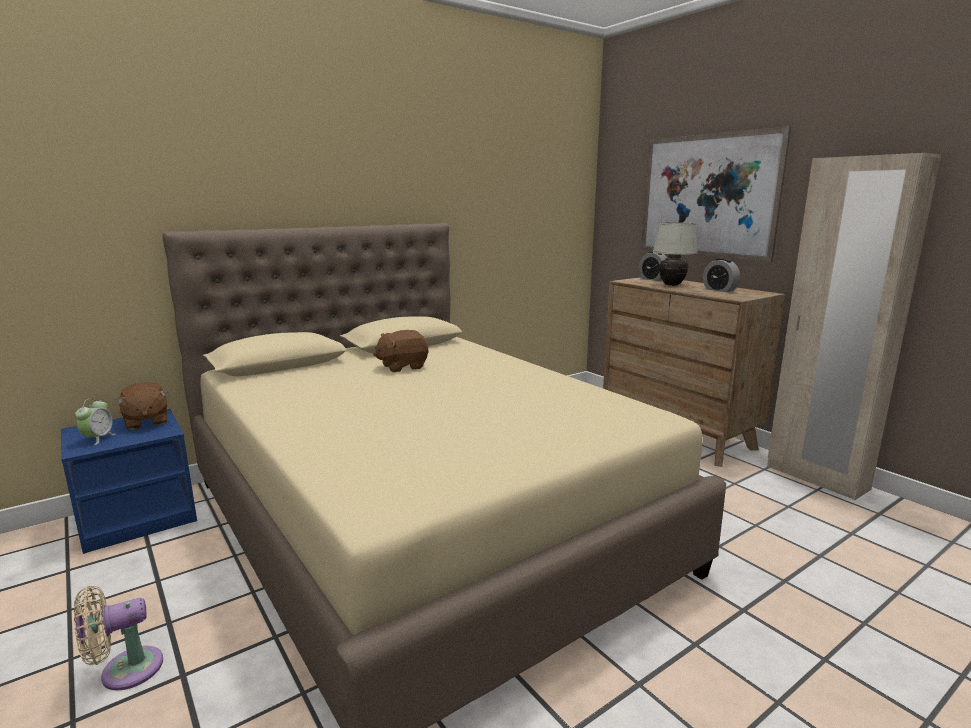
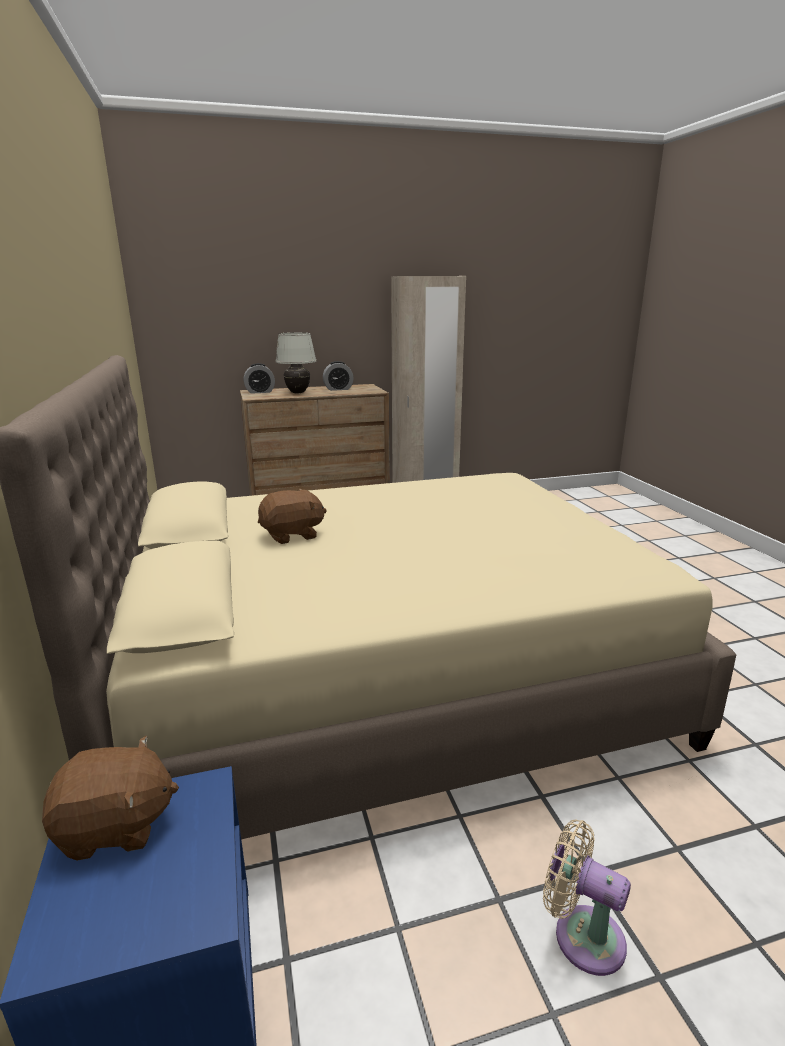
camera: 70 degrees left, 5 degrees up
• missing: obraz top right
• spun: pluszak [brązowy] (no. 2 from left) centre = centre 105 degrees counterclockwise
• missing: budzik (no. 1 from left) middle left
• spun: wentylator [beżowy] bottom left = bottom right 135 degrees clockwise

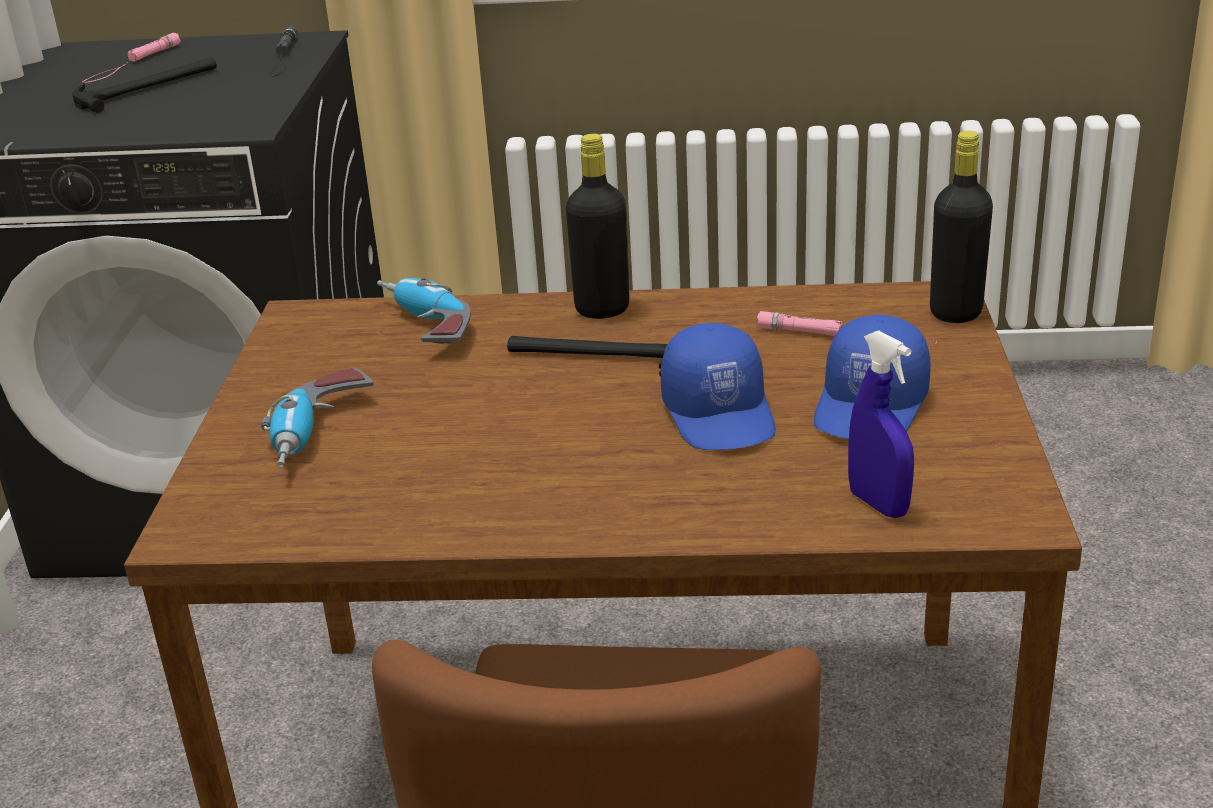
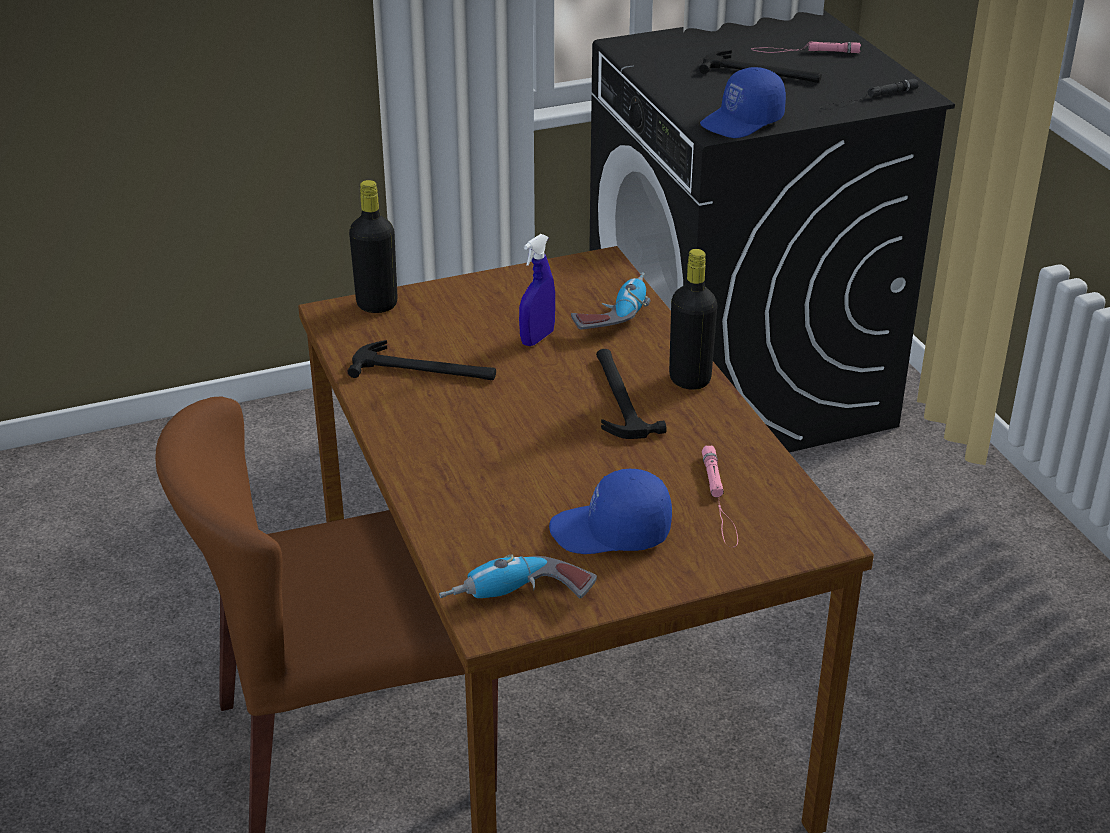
camera: 65 degrees right, 5 degrees up
• relocated: butelka [czarny] (no. 2 from left in the first image) top right to butelka [czarny] (no. 1 from left) top centre
• relocated: czapka z daszkiem [niebieski] (no. 1 from left in the first image) centre to czapka z daszkiem [niebieski] (no. 2 from left) top right
• relocated: spryskiwacz [niebieski] middle right to centre
• relocated: wiertarka (no. 1 from left) middle left to bottom centre
• appeared: młotek (no. 1 from left) centre

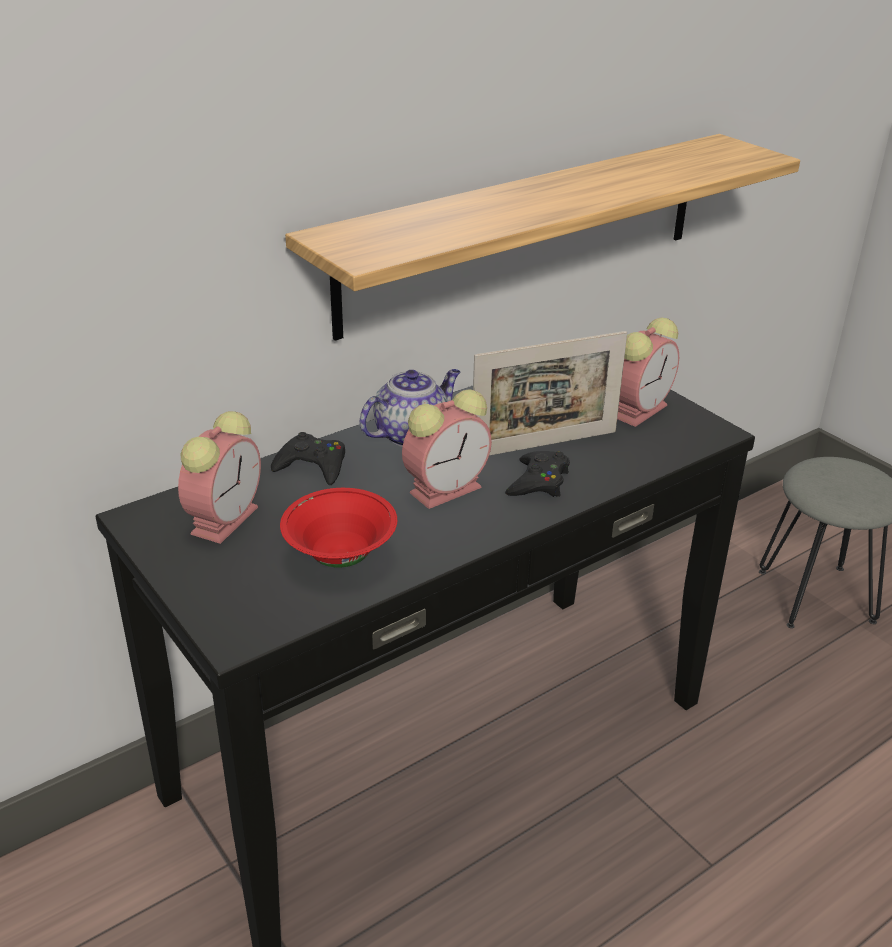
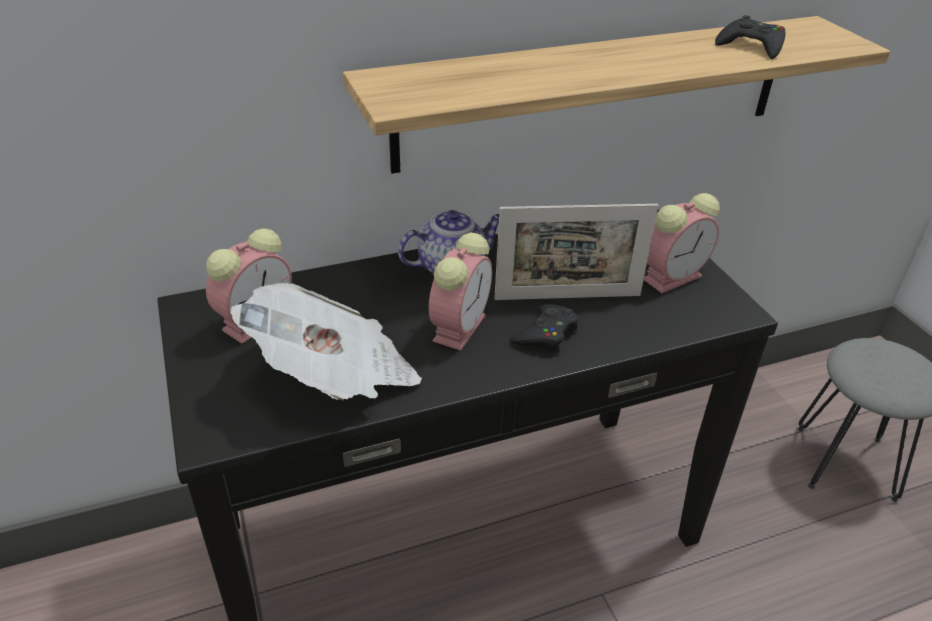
camera: 15 degrees right, 5 degrees up
• spun: budzik (no. 2 from left) centre = centre 45 degrees counterclockwise
• relocated: pad do gier [czarny] (no. 1 from left in the first image) centre to pad do gier [czarny] (no. 2 from left) top right
• exchanged: miska [czerwony] centre to gazeta centre

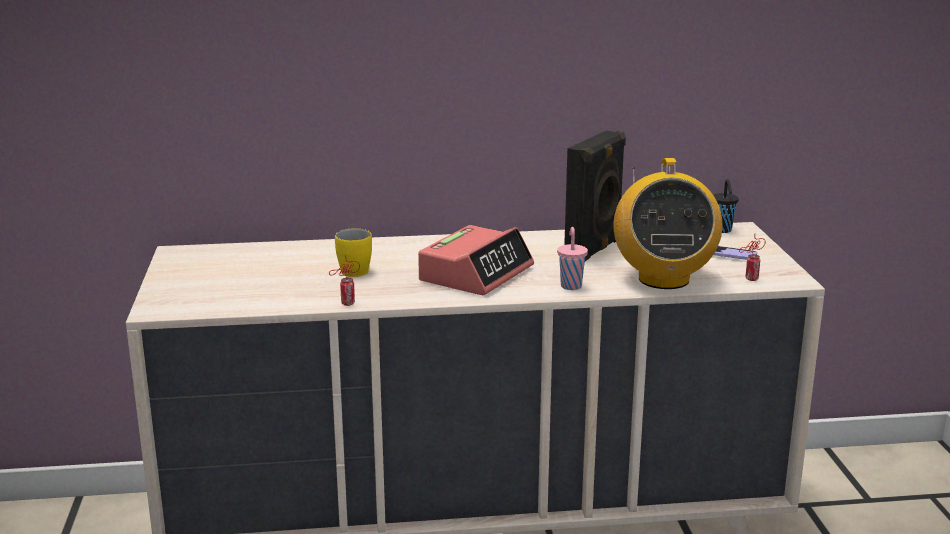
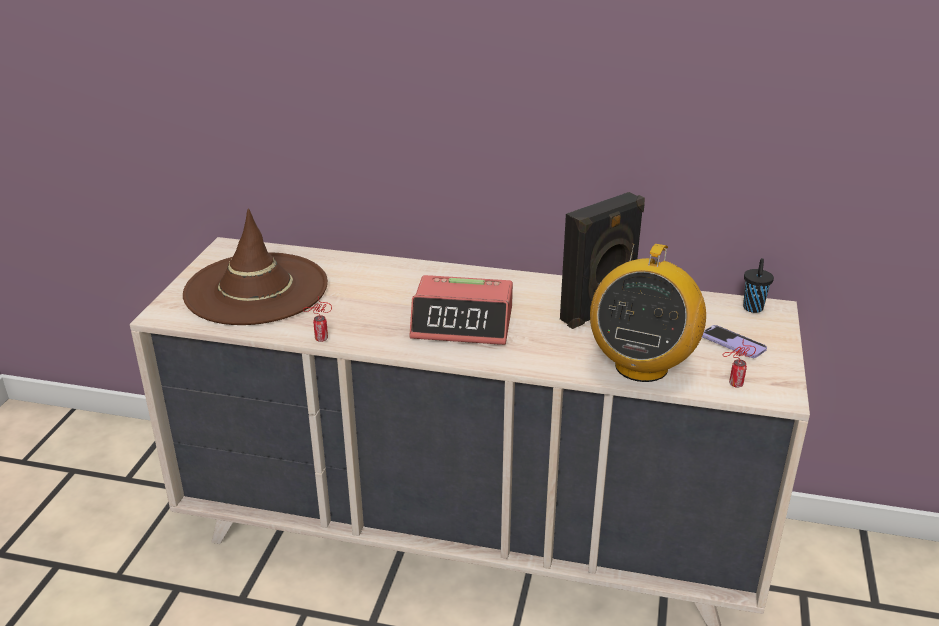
camera: 20 degrees right, 10 degrees up
• spun: budzik centre = centre 45 degrees clockwise
• missing: filiżanka [różowy] centre
• missing: kubek [żółty] centre
• appeared: kapelusz [brązowy] middle left

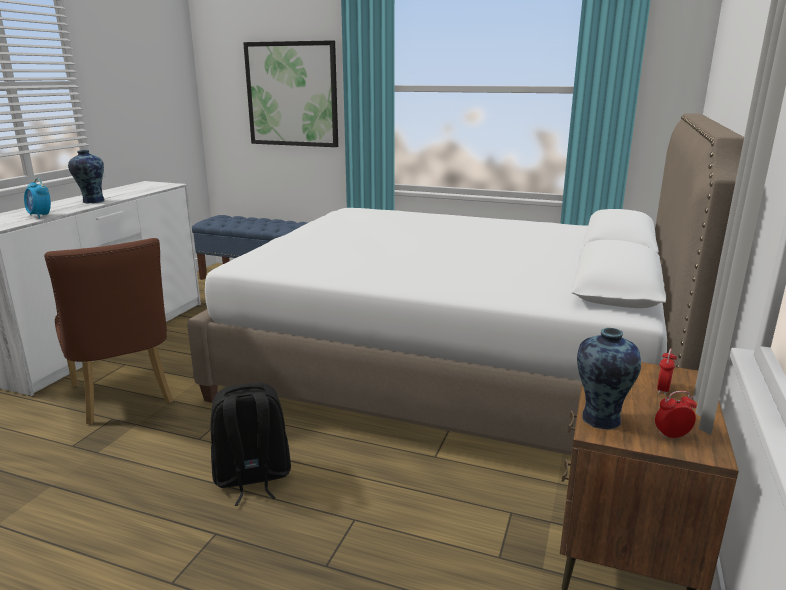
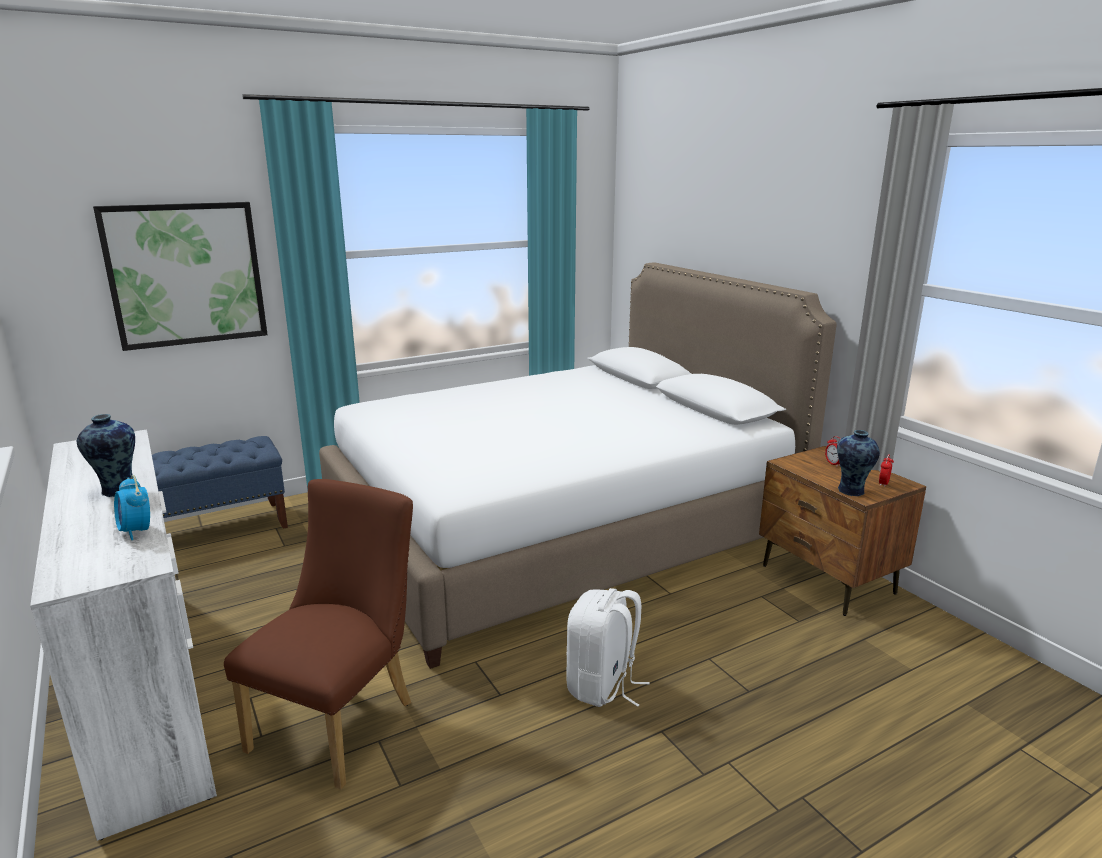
camera: 50 degrees left, 0 degrees up
• spun: budzik (no. 1 from left) middle left = middle left 60 degrees clockwise
• spun: krzesło [brązowy] middle left = bottom left 75 degrees counterclockwise
• colour: plecak [czarny] bottom left to plecak [biały] bottom centre

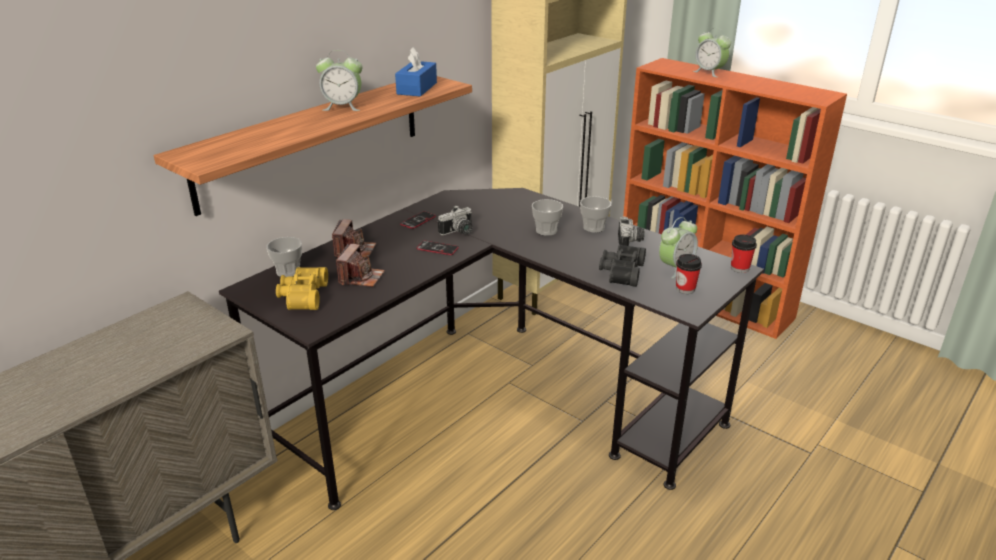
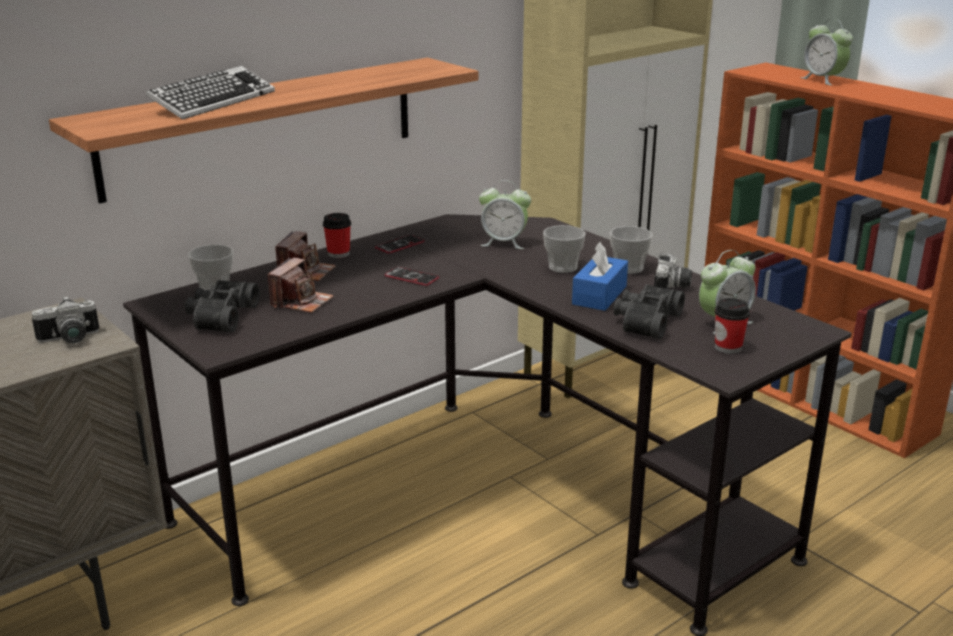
camera: 10 degrees right, 5 degrees down
• relocated: pudełko chusteczek [niebieski] top centre to centre
• relocated: budzik (no. 1 from left) top centre to centre
• relocated: aparat fotograficzny (no. 3 from left in the first image) centre to aparat fotograficzny (no. 1 from left) middle left
• relocated: filiżanka (no. 5 from left in the first image) middle right to filiżanka (no. 2 from left) centre
• colour: lornetka [żółty] middle left to lornetka [czarny] (no. 1 from left) middle left
• appeared: klawiatura top left

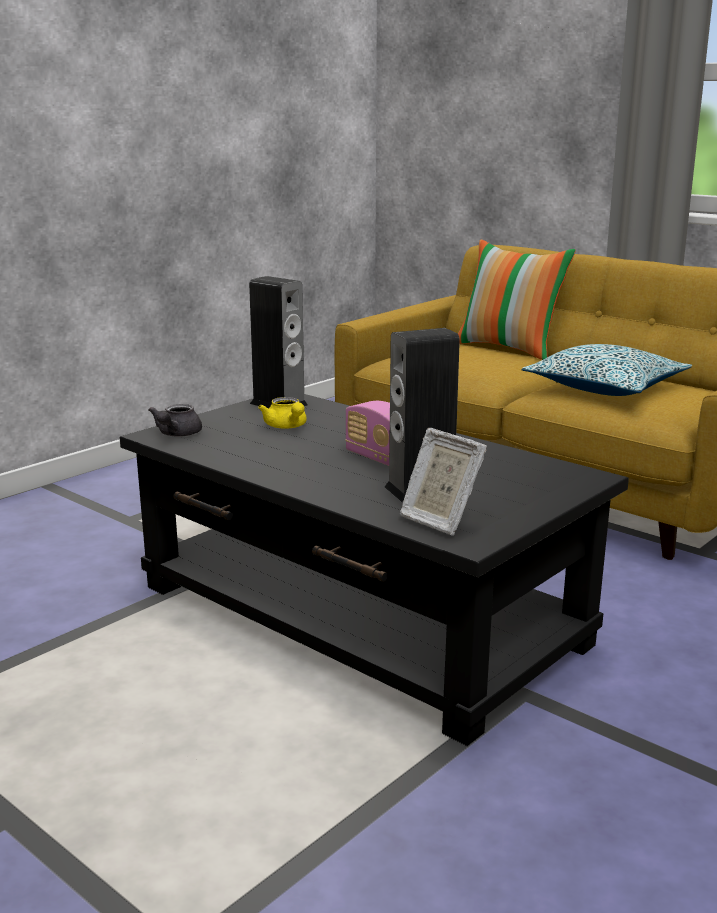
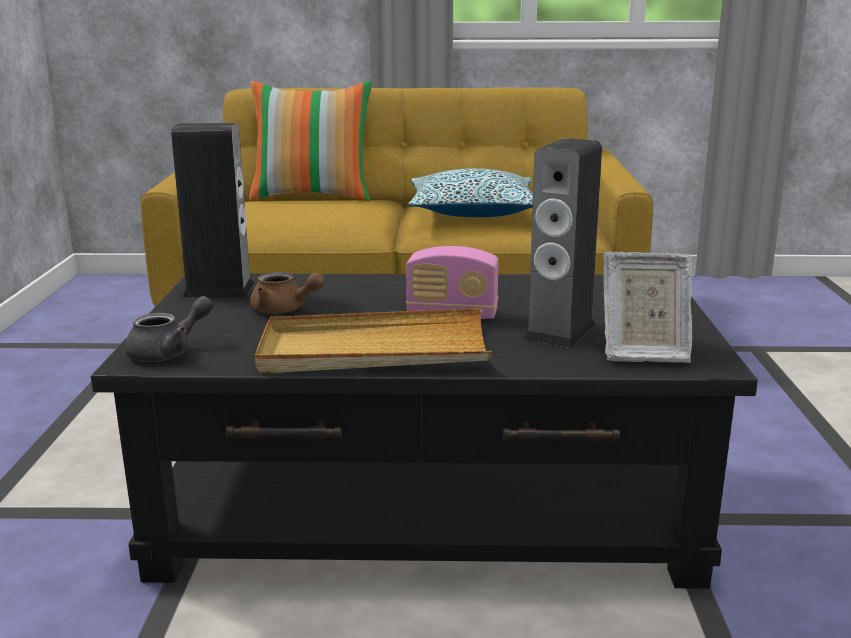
camera: 40 degrees left, 0 degrees up
• colour: imbryk [żółty] centre to imbryk [brązowy] centre
• spun: imbryk [szary] middle left = middle left 105 degrees counterclockwise
• appeared: taca [beżowy] centre

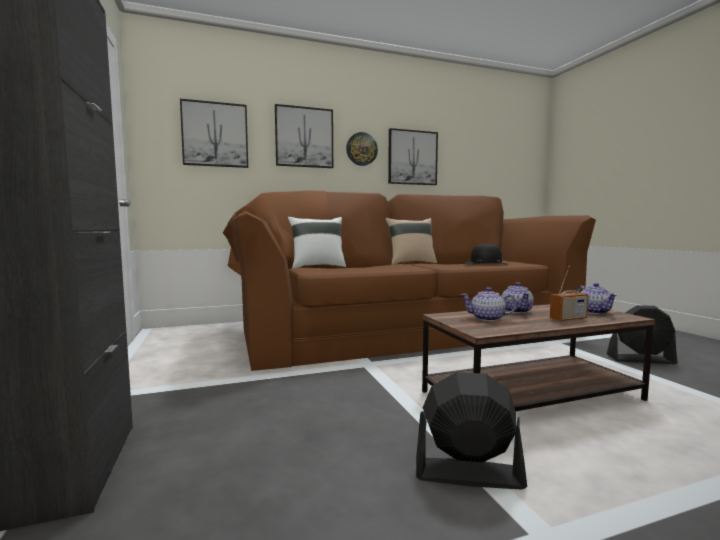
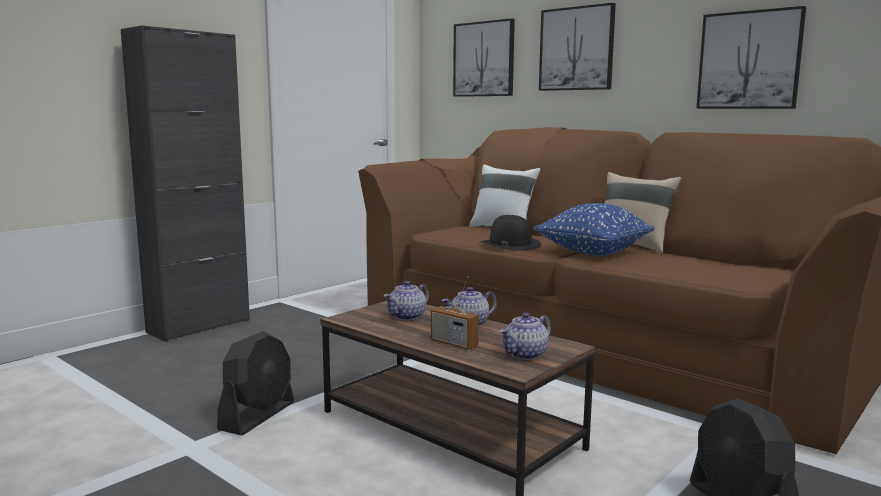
camera: 60 degrees right, 5 degrees up
• missing: zegar ścienny top centre
• relocated: kapelusz [czarny] middle right to centre
• spun: imbryk (no. 1 from left) middle right = centre 120 degrees counterclockwise
• spun: wentylator [czarny] (no. 1 from left) bottom centre = bottom left 45 degrees clockwise
• appeared: poduszka [niebieski] middle right

